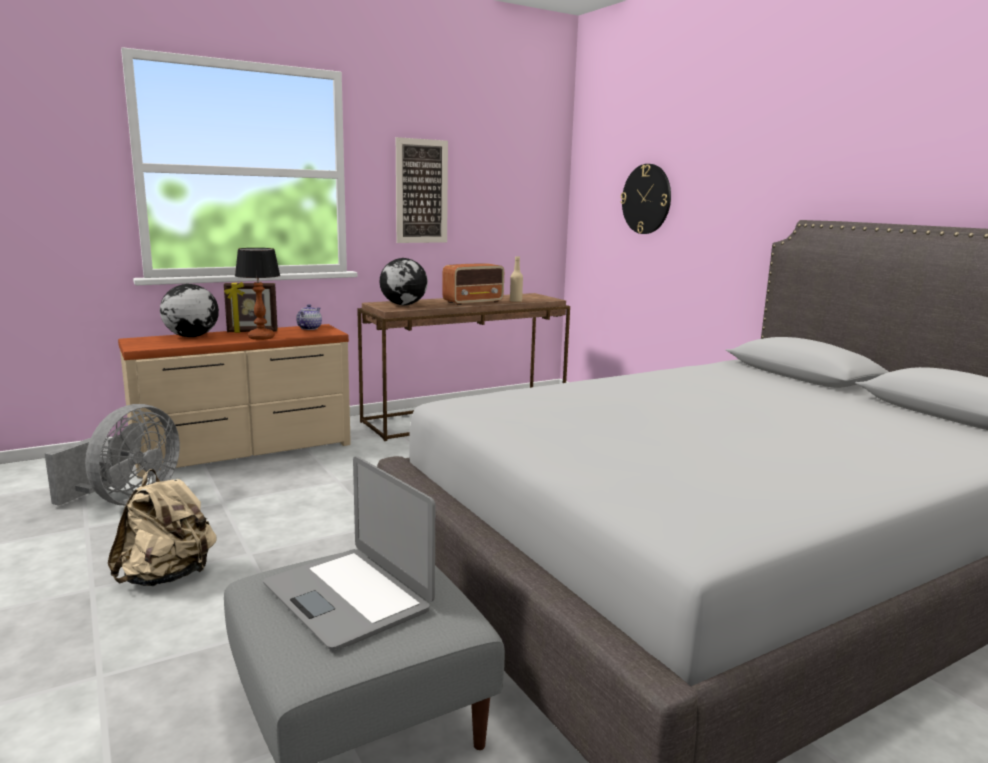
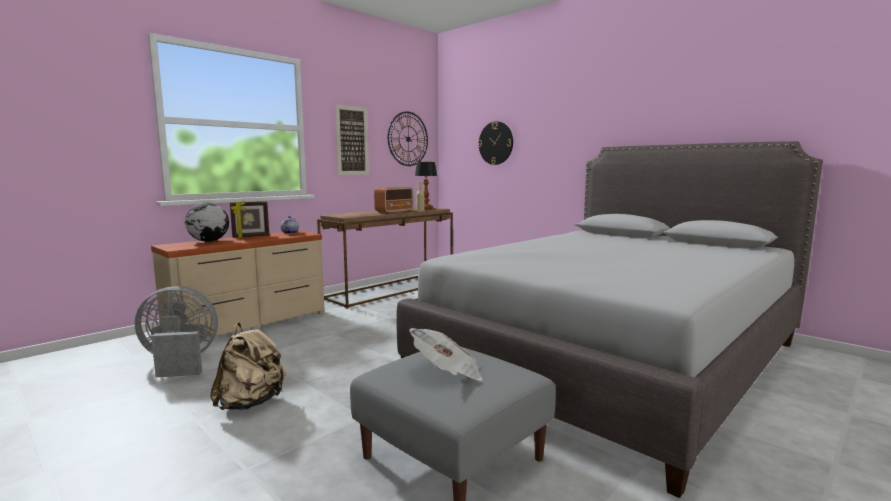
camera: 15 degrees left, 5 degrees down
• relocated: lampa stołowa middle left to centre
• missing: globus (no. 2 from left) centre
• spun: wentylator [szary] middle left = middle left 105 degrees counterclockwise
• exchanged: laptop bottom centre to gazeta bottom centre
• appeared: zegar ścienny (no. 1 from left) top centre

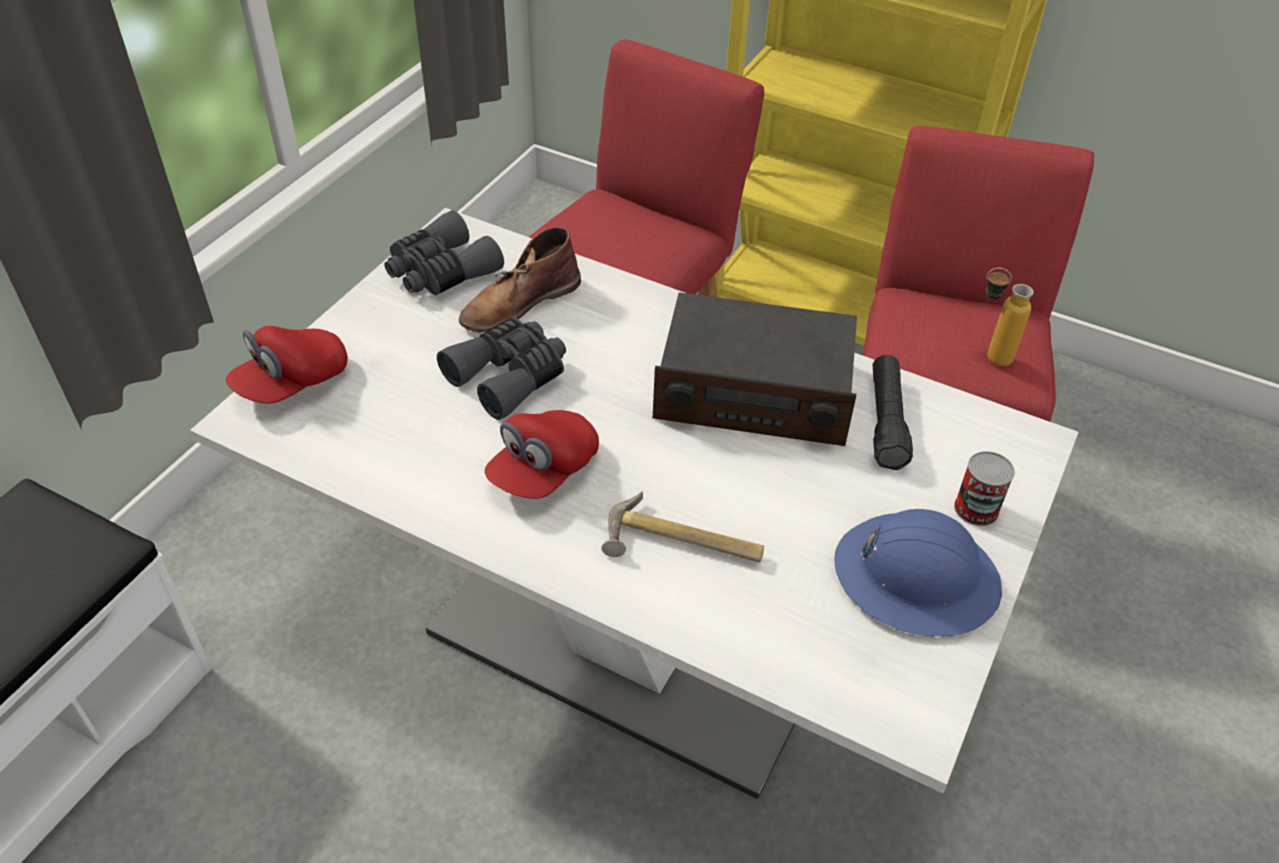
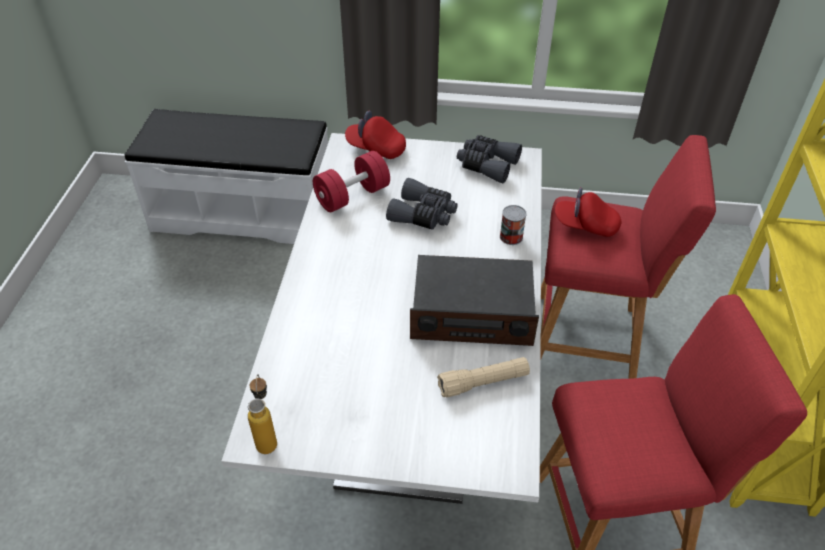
camera: 70 degrees right, 0 degrees up
• missing: but z cholewką [brązowy] top centre
• relocated: butelka middle right to bottom left
• spun: radio centre = centre 75 degrees counterclockwise
• colour: latarka [czarny] middle right to latarka [beżowy] bottom centre
• relocated: czapka z daszkiem [czerwony] (no. 2 from left) centre to middle right
• relocated: puszka middle right to centre
• missing: młotek centre
• missing: kask [niebieski] middle right
• appeared: hantel [czerwony] top centre

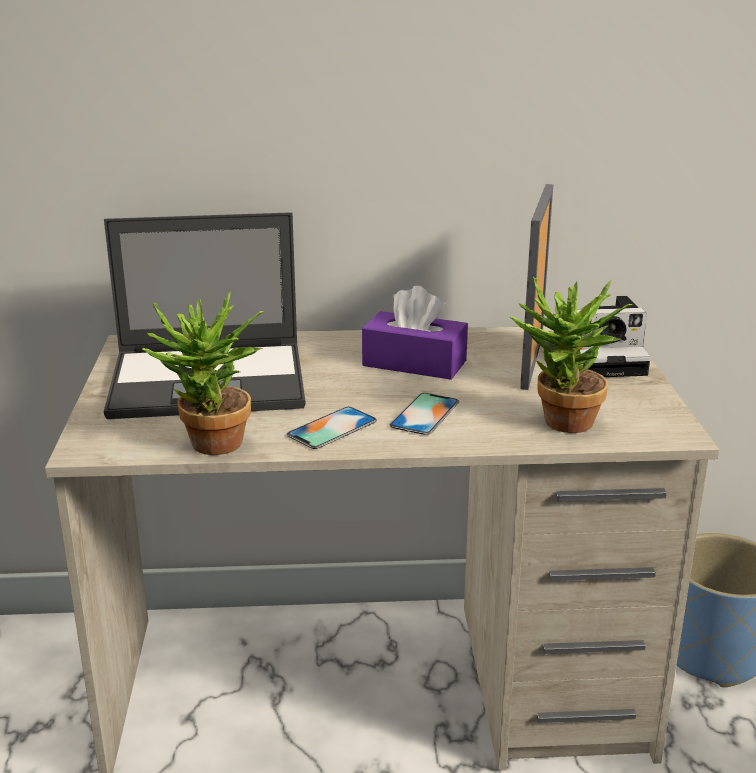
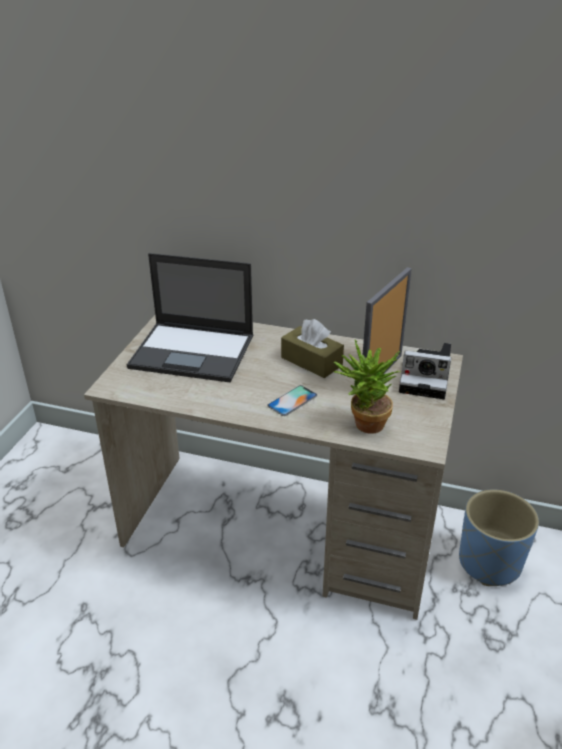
camera: 20 degrees right, 10 degrees up
• colour: pudełko chusteczek [fioletowy] centre to pudełko chusteczek [brązowy] centre
• missing: roślina doniczkowa (no. 1 from left) middle left
• missing: telefon (no. 1 from left) centre

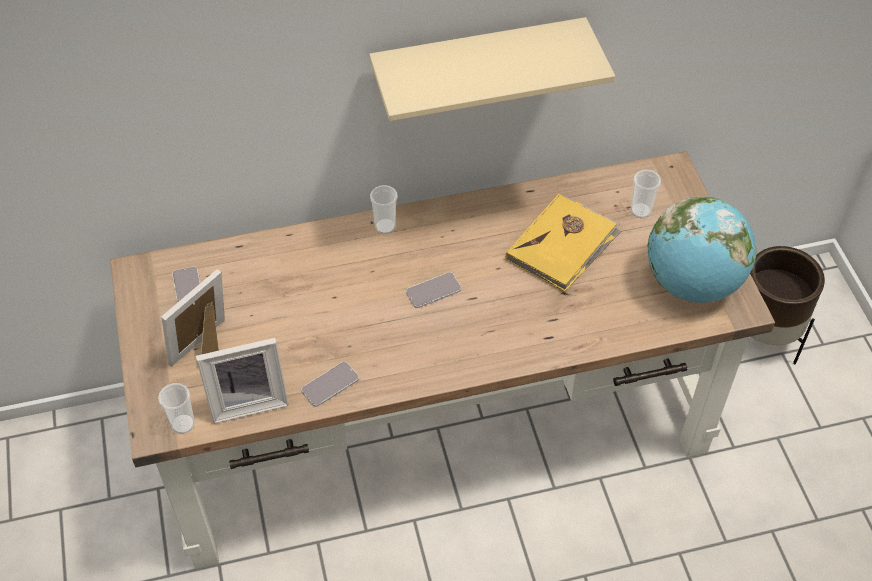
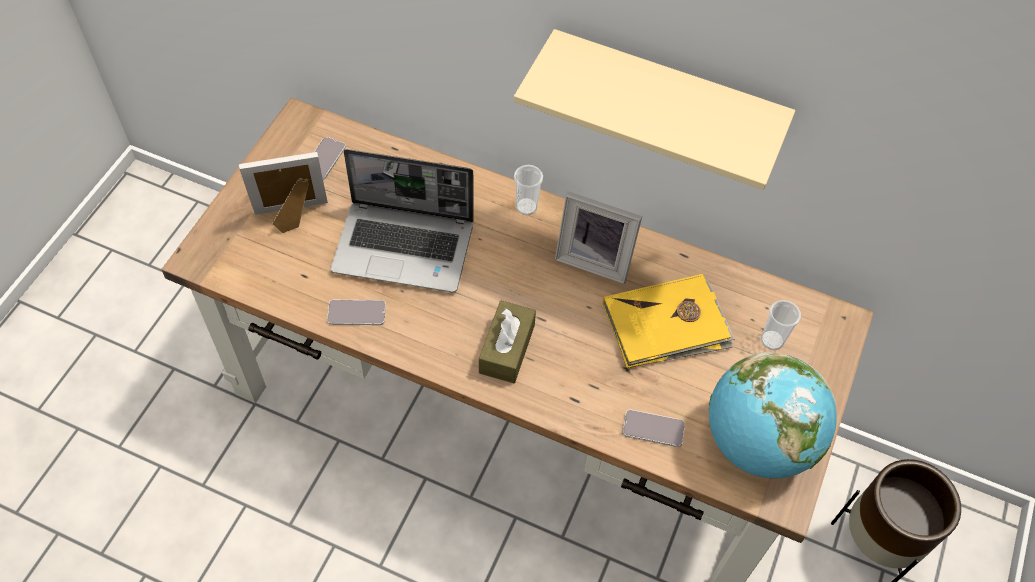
camera: 35 degrees right, 5 degrees up
• relocated: telefon (no. 3 from left) centre to bottom centre
• relocated: ramka na zdjęcie (no. 2 from left) middle left to centre
• missing: filiżanka (no. 1 from left) bottom left
• appeared: laptop centre
• appeared: pudełko chusteczek [brązowy] centre

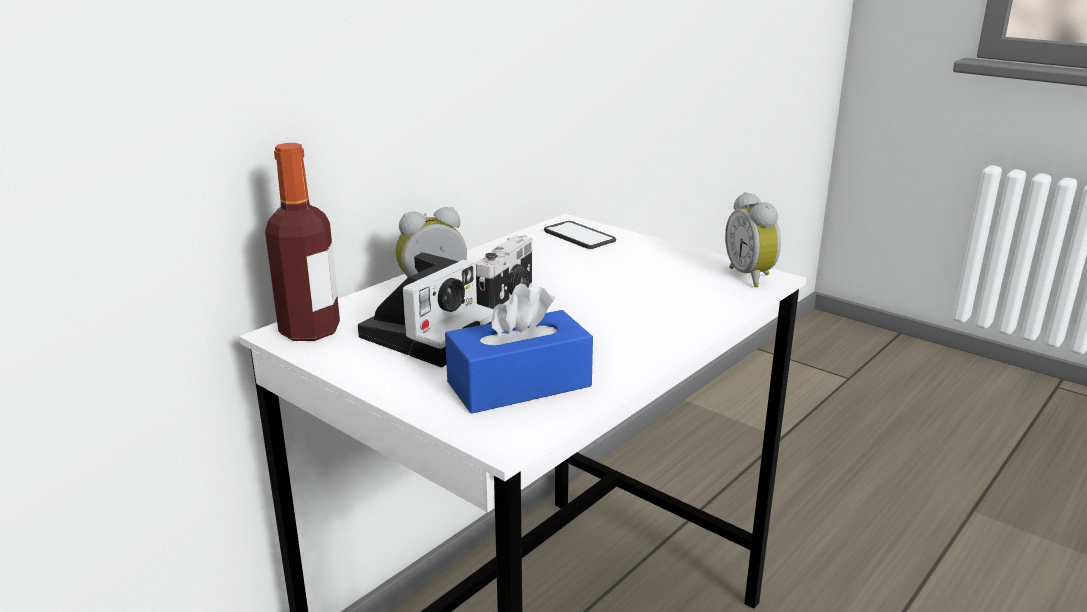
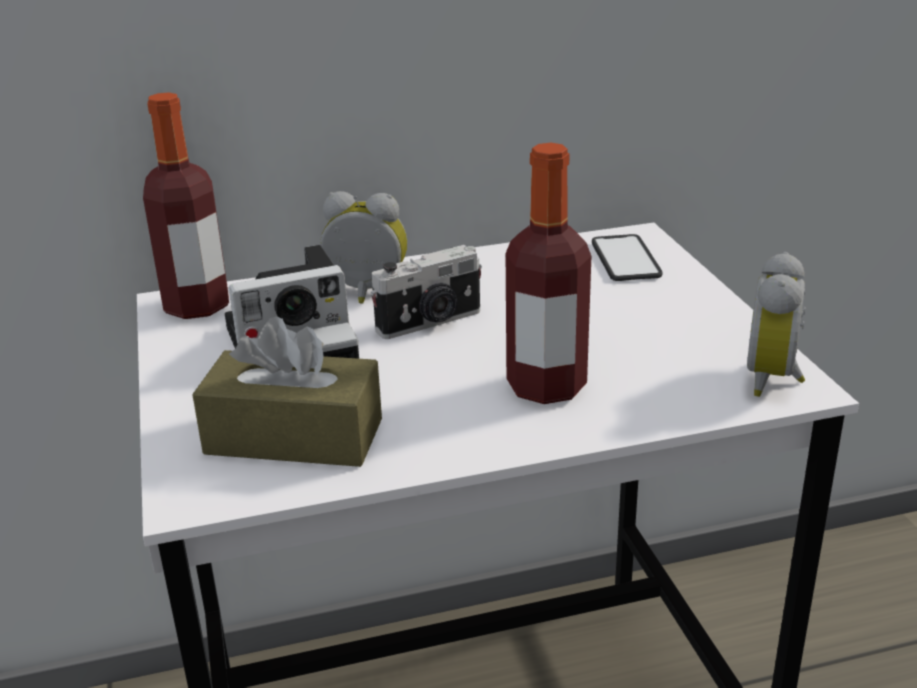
camera: 35 degrees right, 5 degrees up
• colour: pudełko chusteczek [niebieski] centre to pudełko chusteczek [brązowy] middle left
• appeared: butelka (no. 2 from left) centre

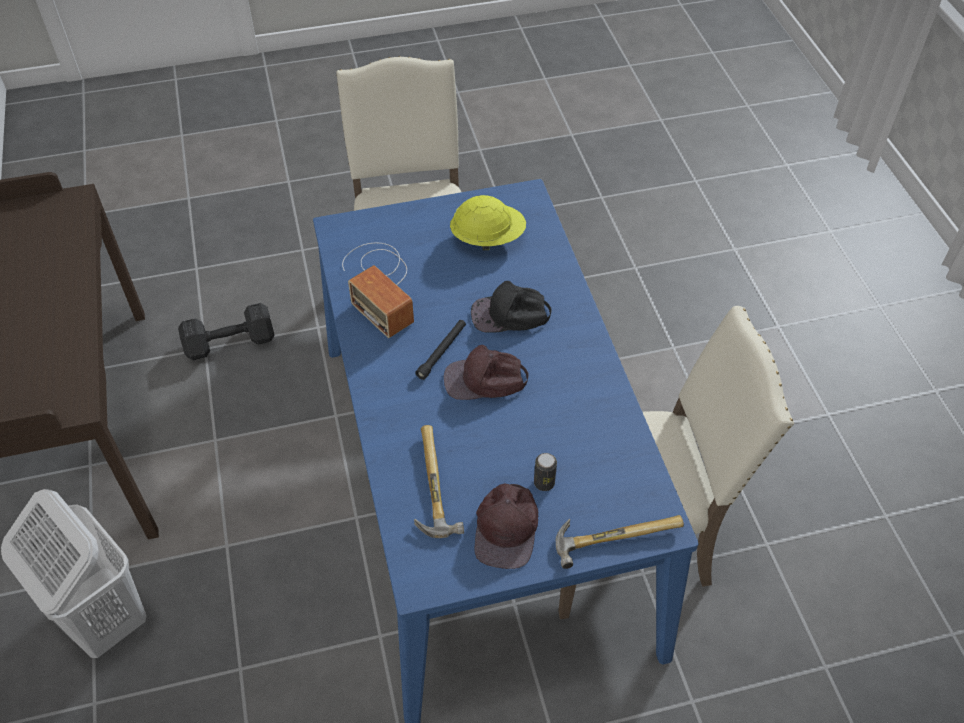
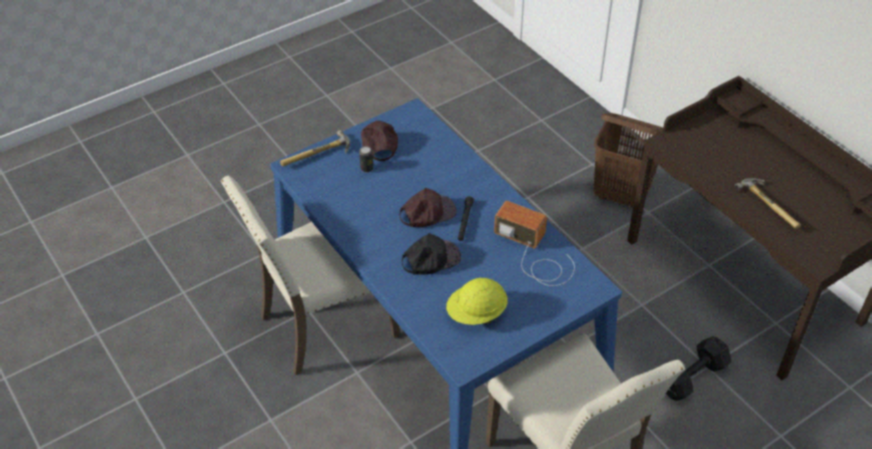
camera: 160 degrees right, 5 degrees down
• relocated: młotek (no. 1 from left in the first image) centre to młotek (no. 2 from left) middle right
• colour: kosz na pranie [biały] bottom left to kosz na pranie [brązowy] middle right

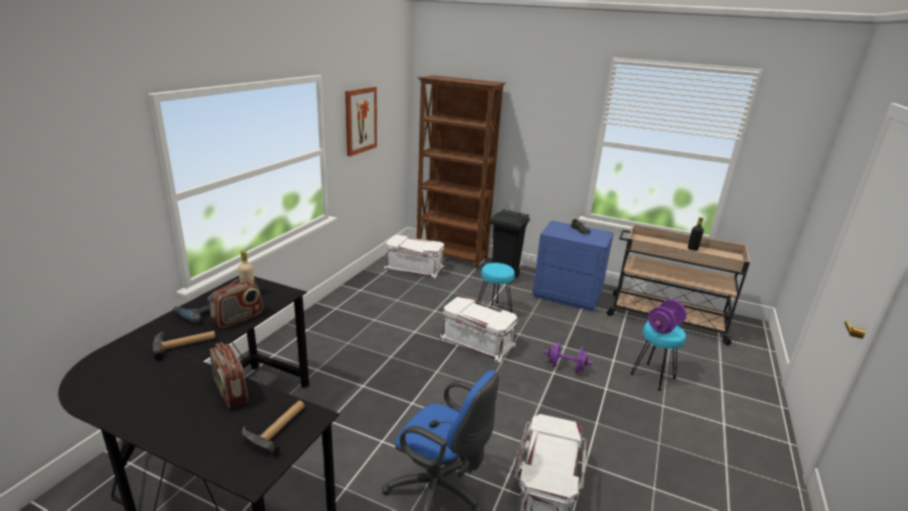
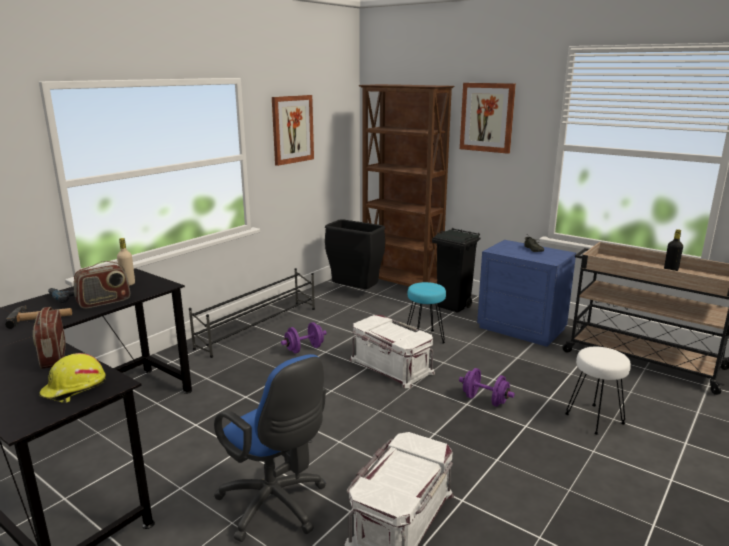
camera: 15 degrees right, 5 degrees down
• exchanged: pojemnik do przechowywania [biały] (no. 1 from left) centre to kosz na śmieci [czarny] (no. 1 from left) centre
• relocated: hantel [fioletowy] (no. 2 from left in the first image) middle right to hantel [fioletowy] (no. 1 from left) centre
• colour: stołek [turkusowy] (no. 2 from left) bottom right to stołek [biały] bottom right
• exchanged: młotek (no. 2 from left) bottom left to kask [żółty] bottom left
• appeared: obraz (no. 2 from left) top right
• appeared: regał na buty [czarny] centre

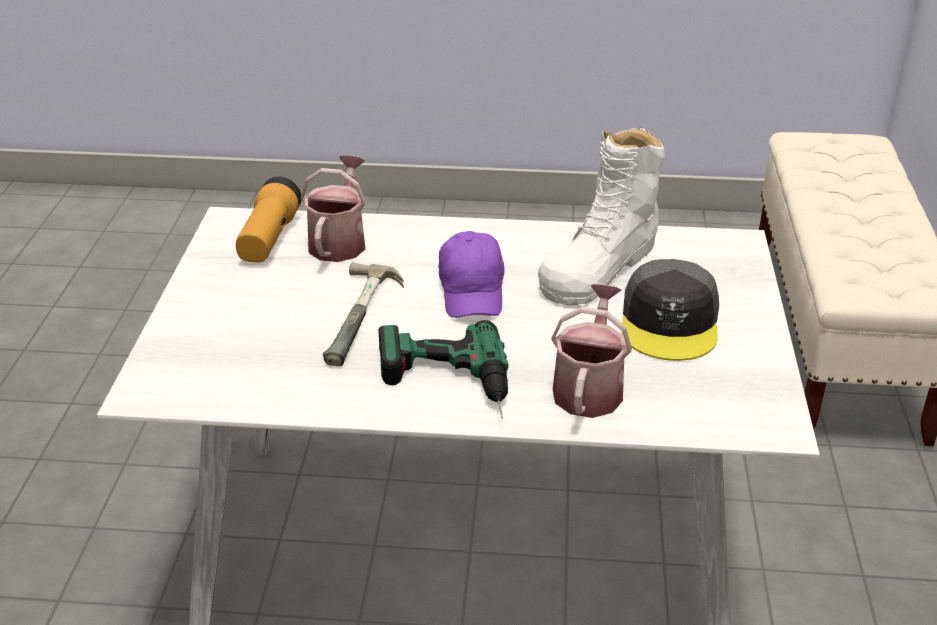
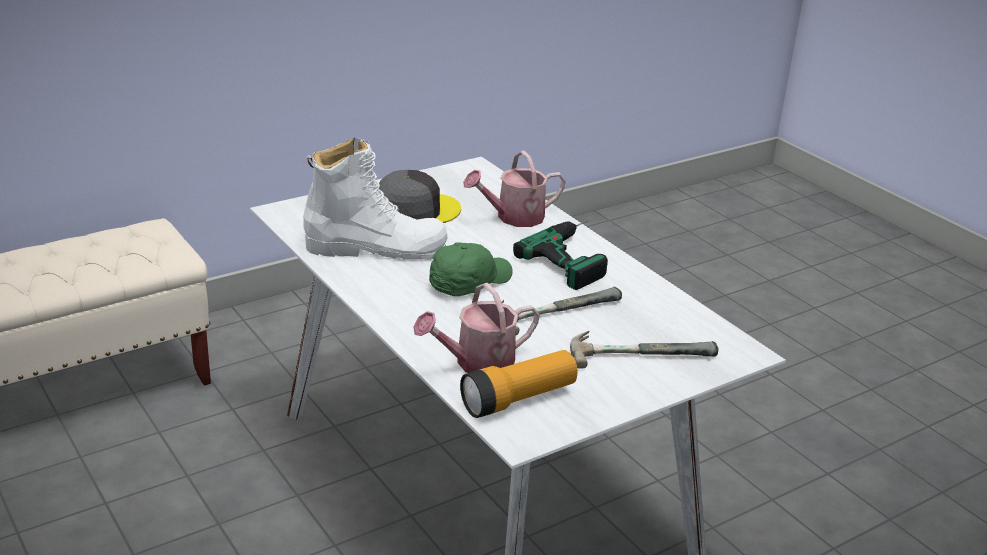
camera: 130 degrees left, 5 degrees down
• colour: czapka z daszkiem [fioletowy] centre to czapka z daszkiem [zielony] centre
• appeared: młotek (no. 2 from left) centre

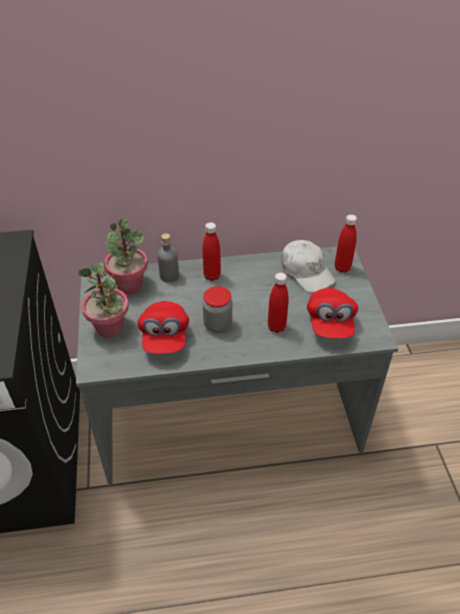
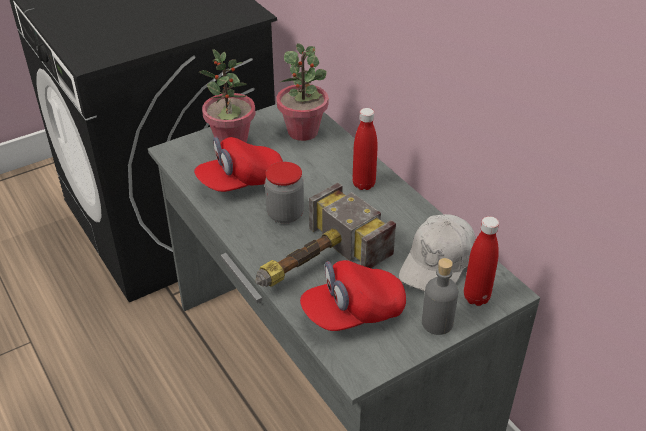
camera: 65 degrees right, 5 degrees down
• relocated: butelka [szary] centre to bottom right
• exchanged: butelka [czerwony] (no. 2 from left) centre to młotek centre

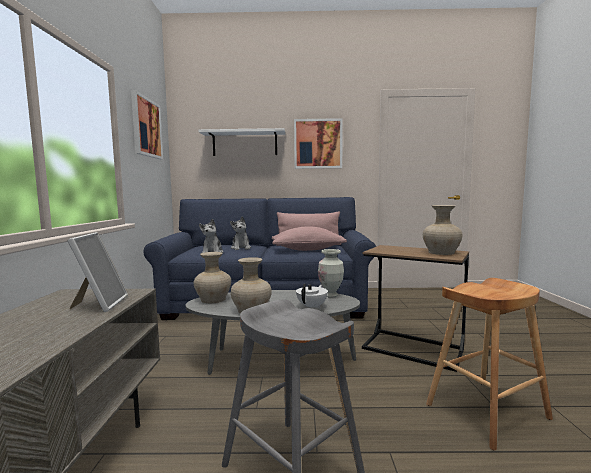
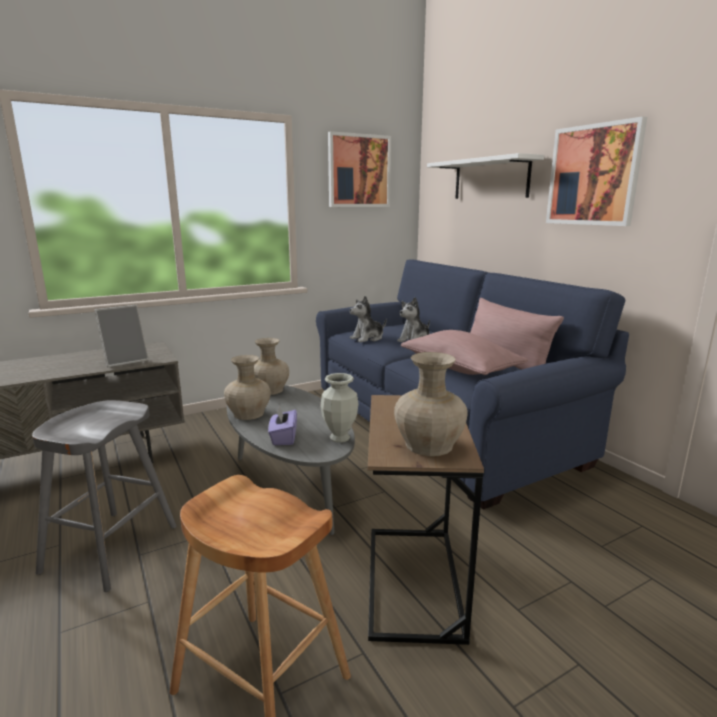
camera: 60 degrees right, 10 degrees up
• exchanged: imbryk [biały] centre to pudełko chusteczek [fioletowy] centre

